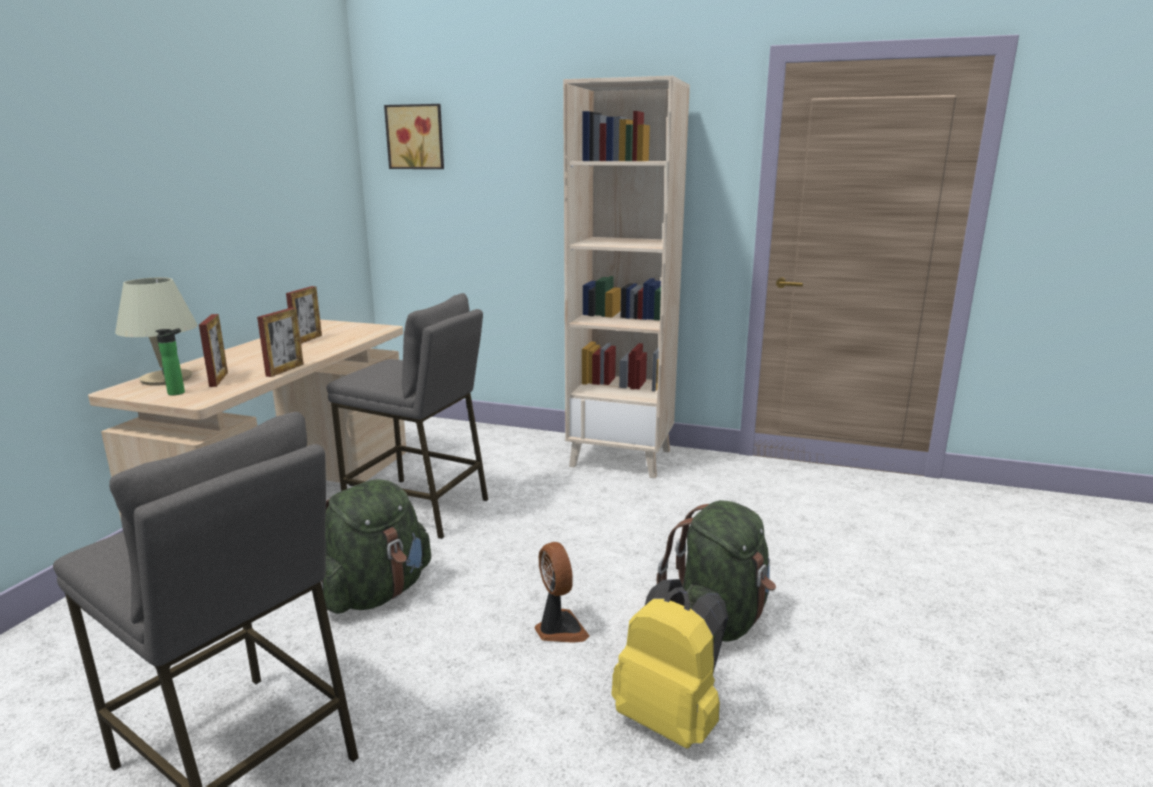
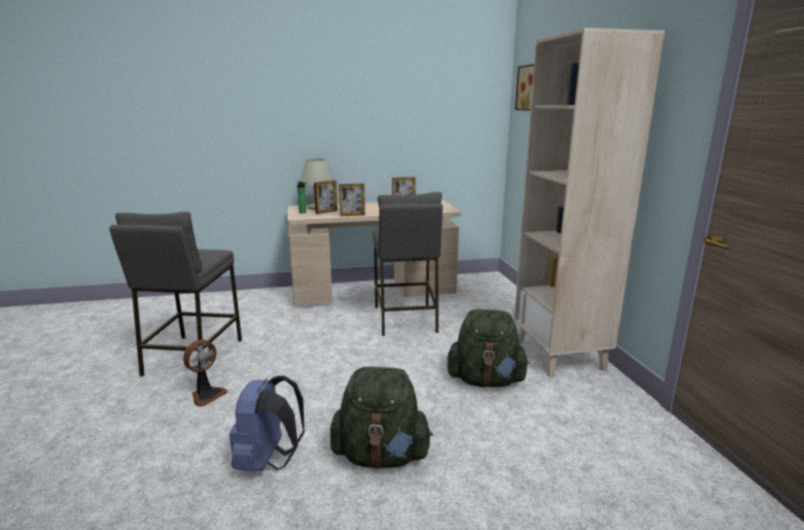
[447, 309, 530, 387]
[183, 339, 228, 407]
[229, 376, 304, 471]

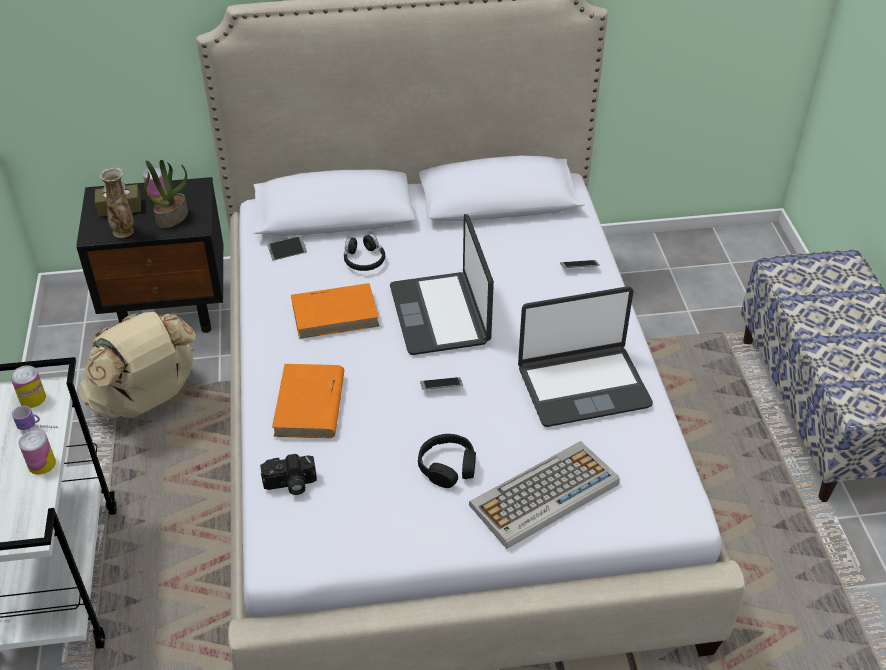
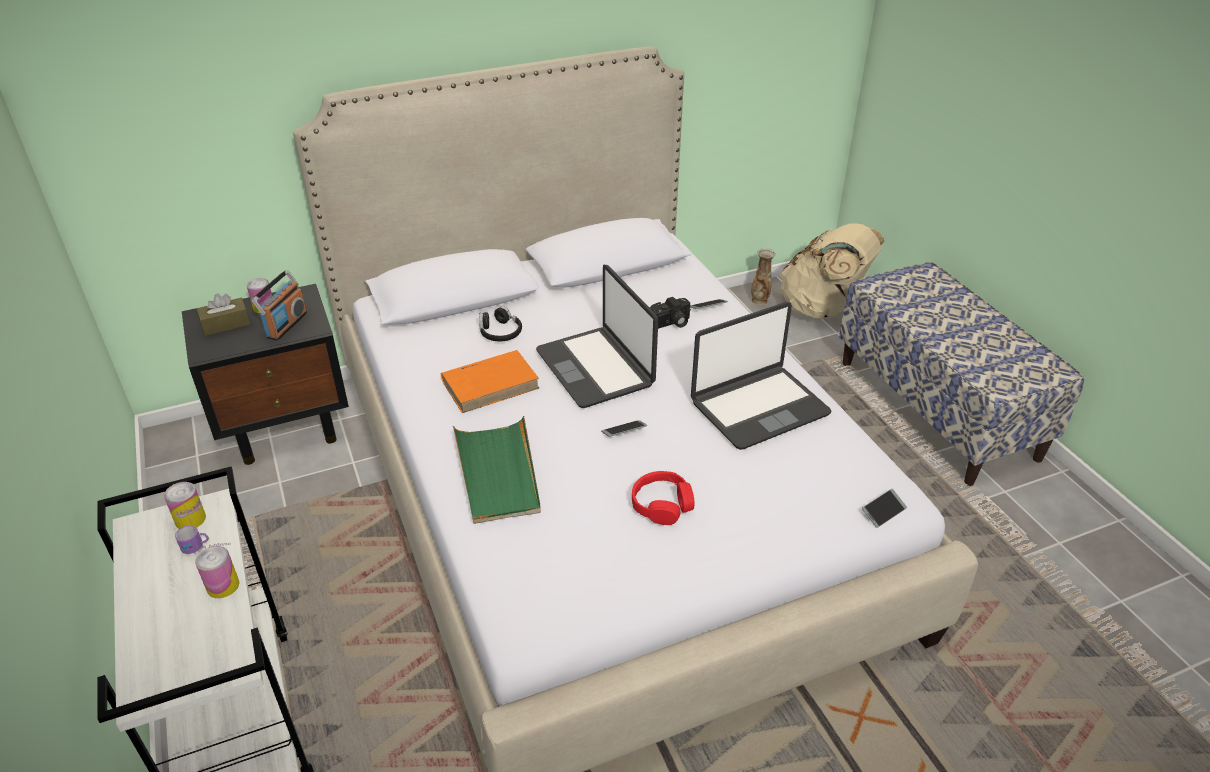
[780, 223, 884, 319]
[751, 248, 776, 305]
[251, 270, 307, 341]
[650, 297, 691, 329]
[862, 489, 907, 528]
[453, 416, 541, 524]
[632, 471, 694, 525]
[469, 441, 620, 549] (first image)

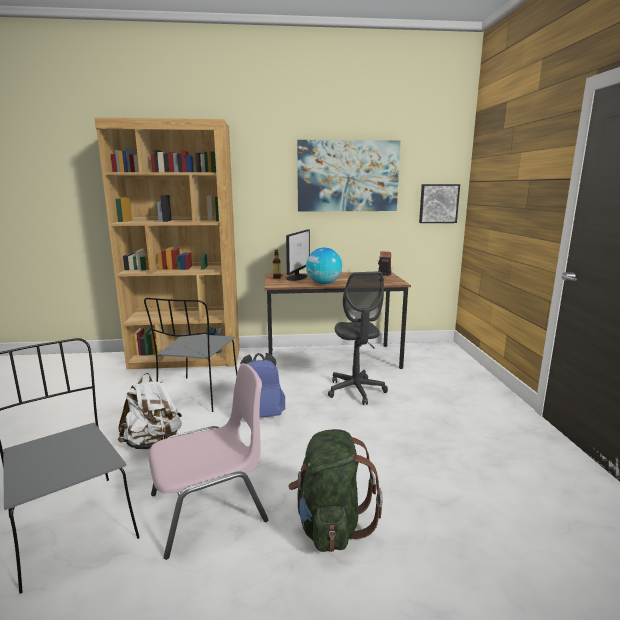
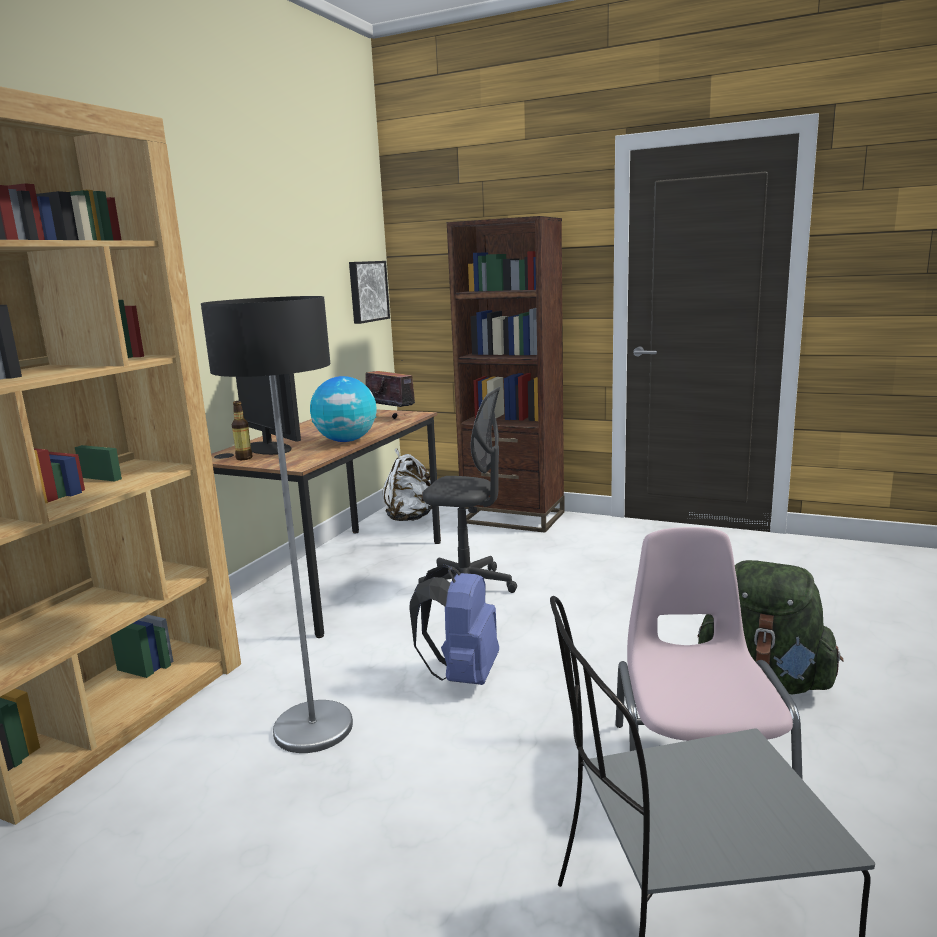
[382, 449, 432, 521]
[201, 296, 353, 753]
[297, 140, 400, 212] (first image)
[447, 216, 565, 533]

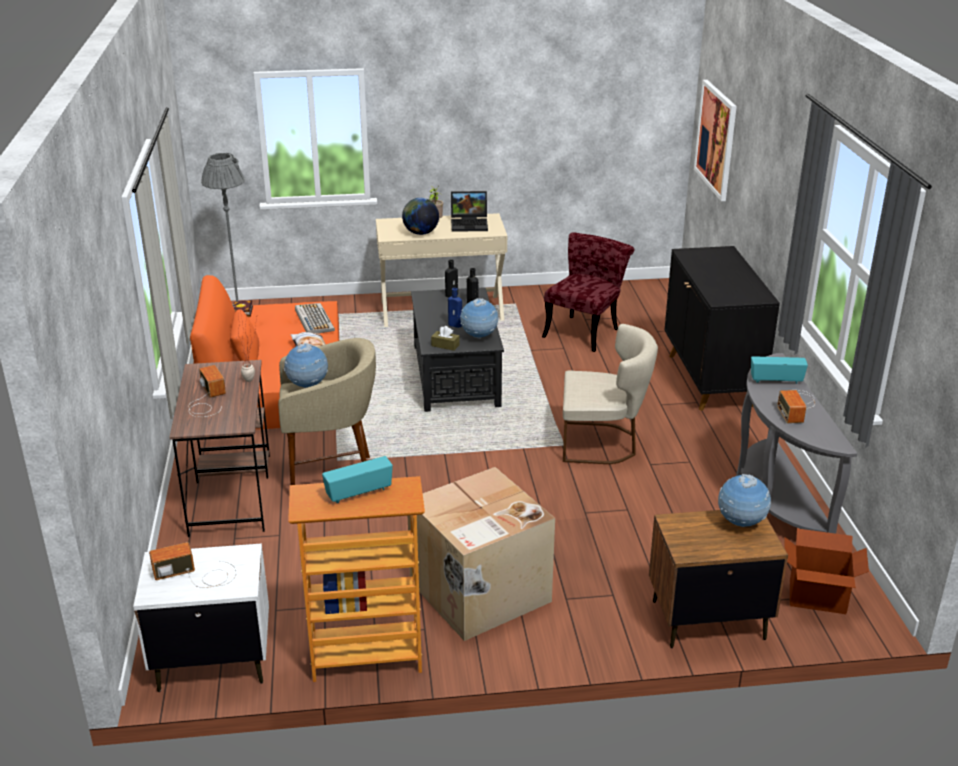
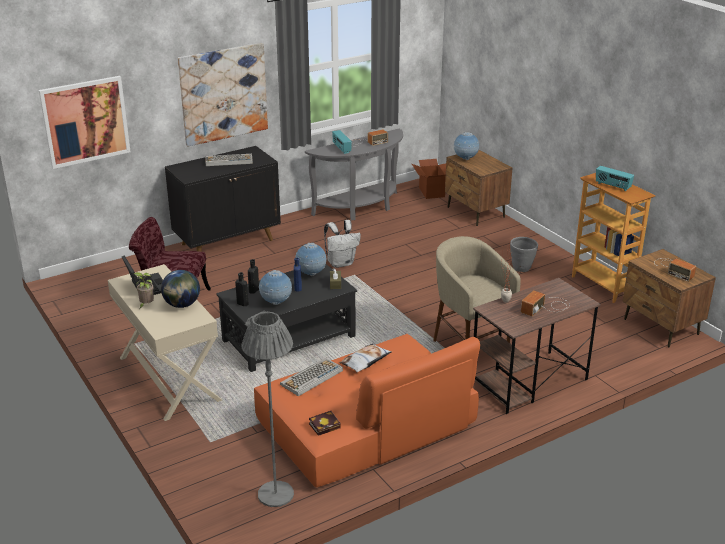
[622, 249, 716, 347]
[259, 270, 292, 305]
[510, 237, 538, 272]
[324, 220, 361, 268]
[178, 43, 268, 147]
[206, 154, 253, 166]

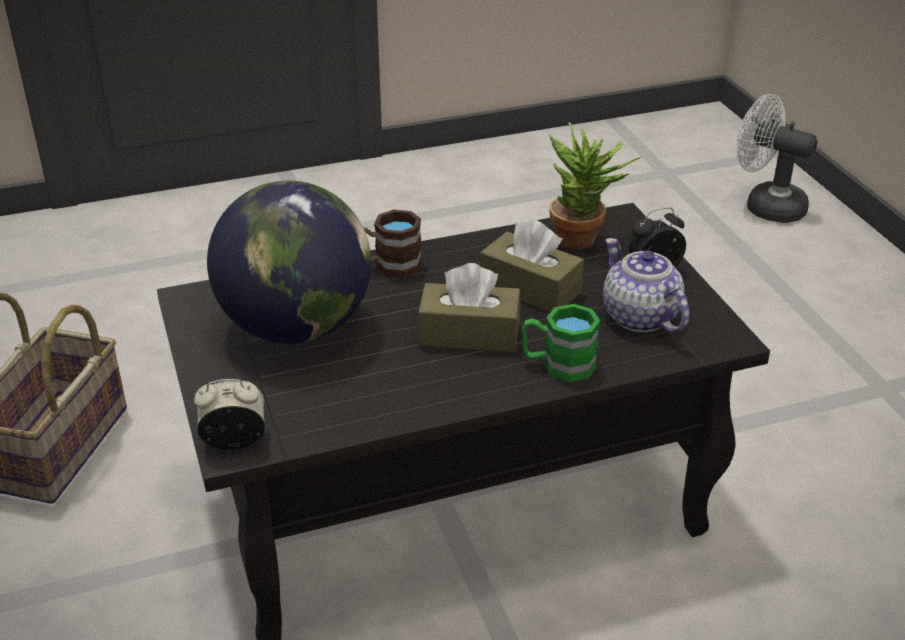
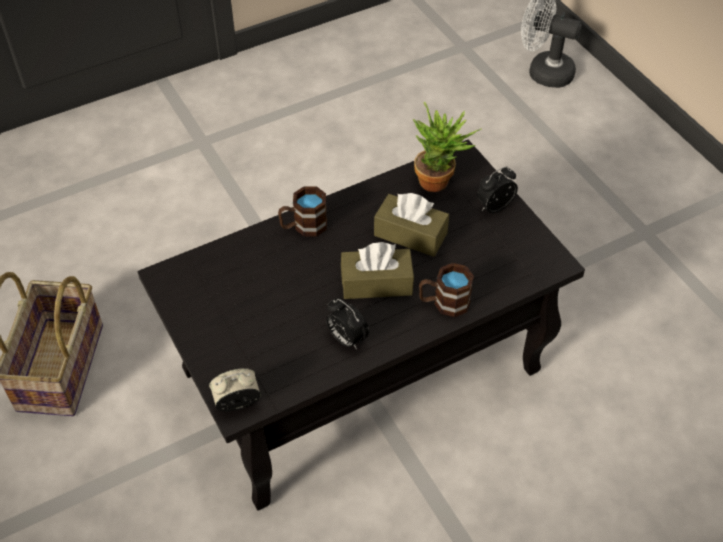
[207, 181, 371, 344] (first image)
[419, 263, 474, 317]
[603, 238, 690, 332] (first image)
[326, 298, 370, 349]

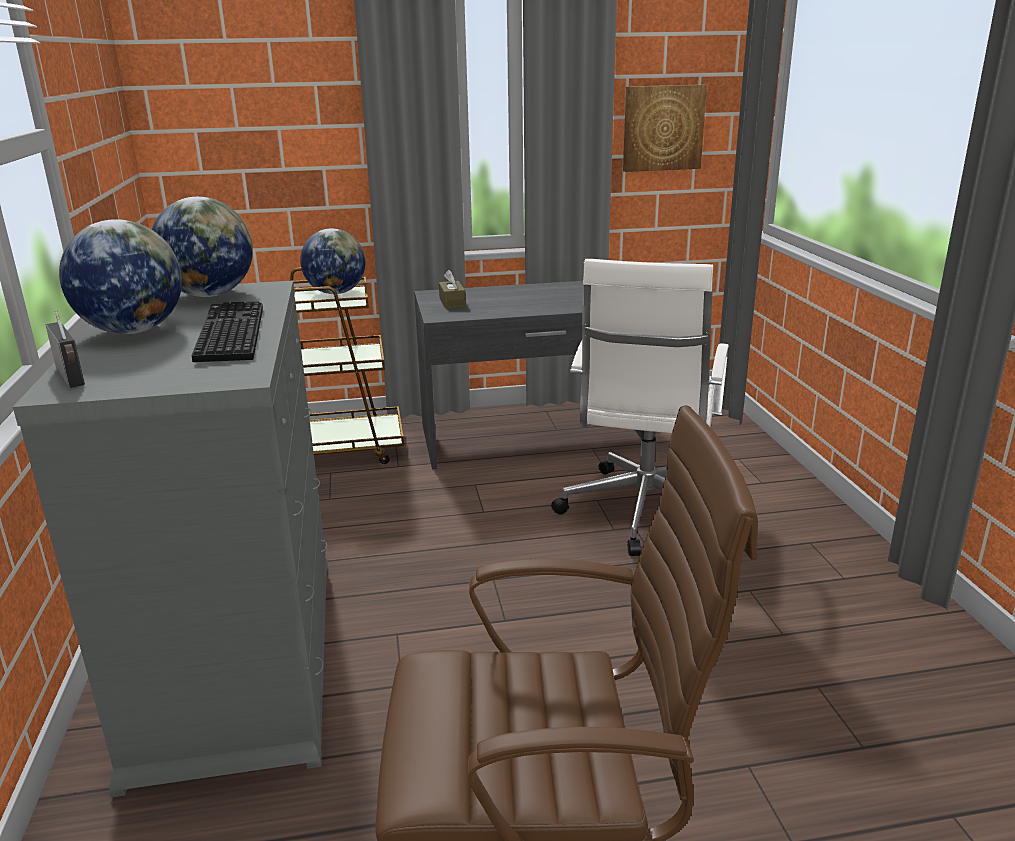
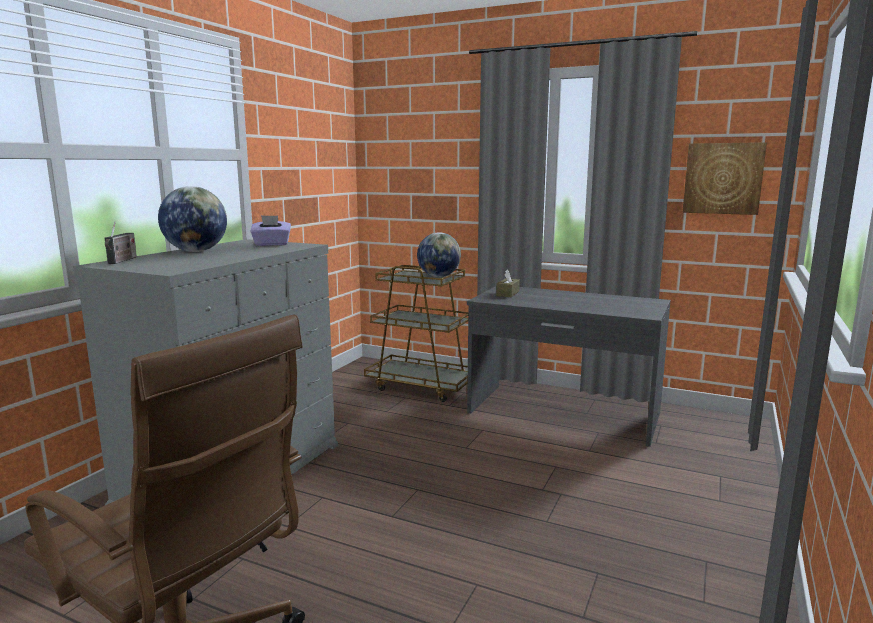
[250, 215, 291, 246]
[192, 301, 263, 362] (first image)
[551, 259, 729, 556] (first image)

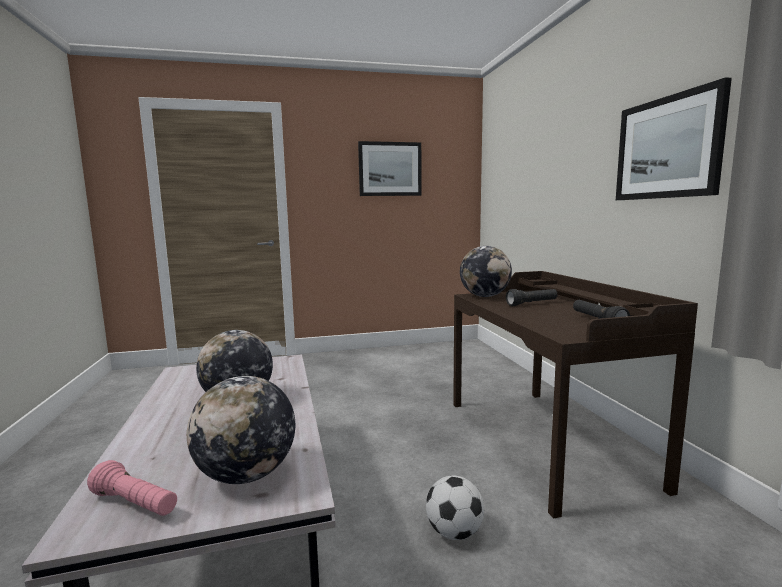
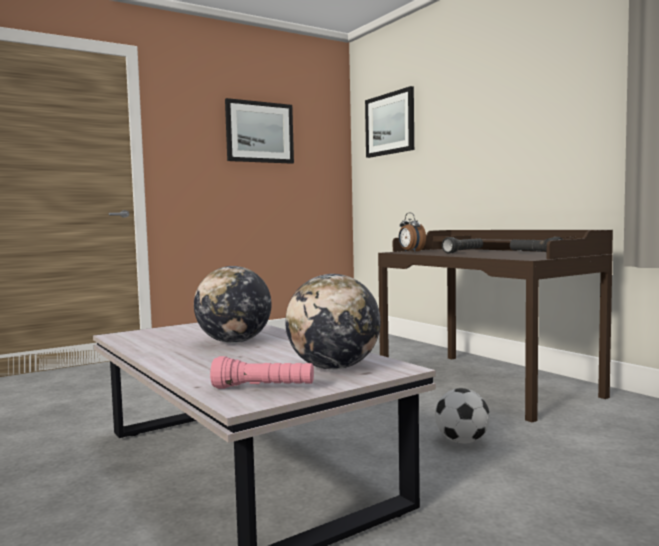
[399, 213, 426, 252]
[365, 86, 414, 158]

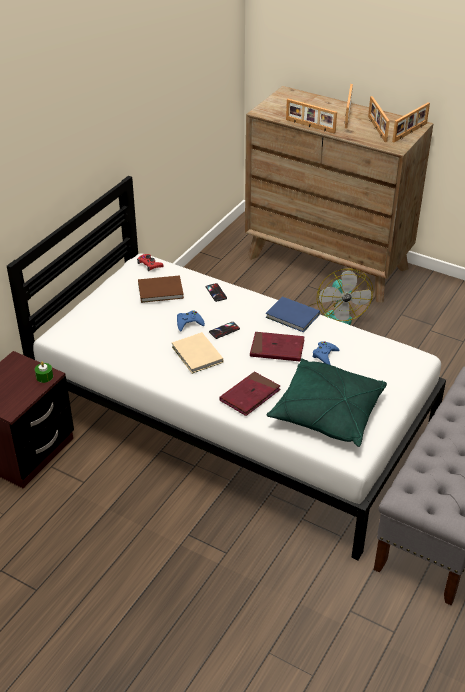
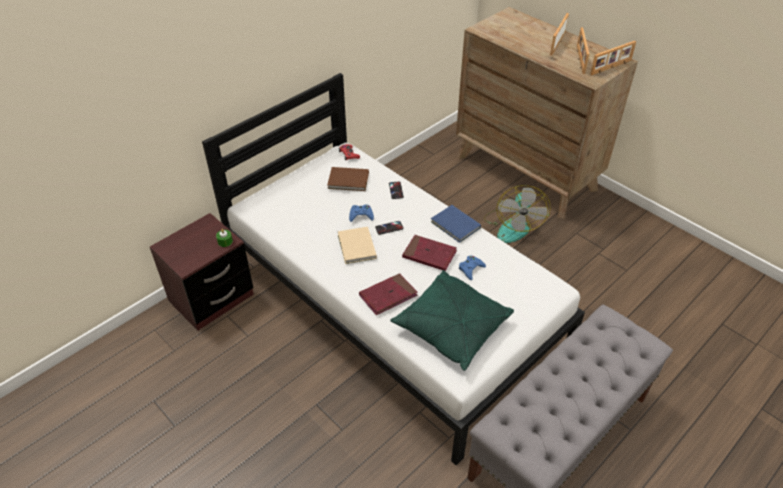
[286, 99, 337, 134] (first image)

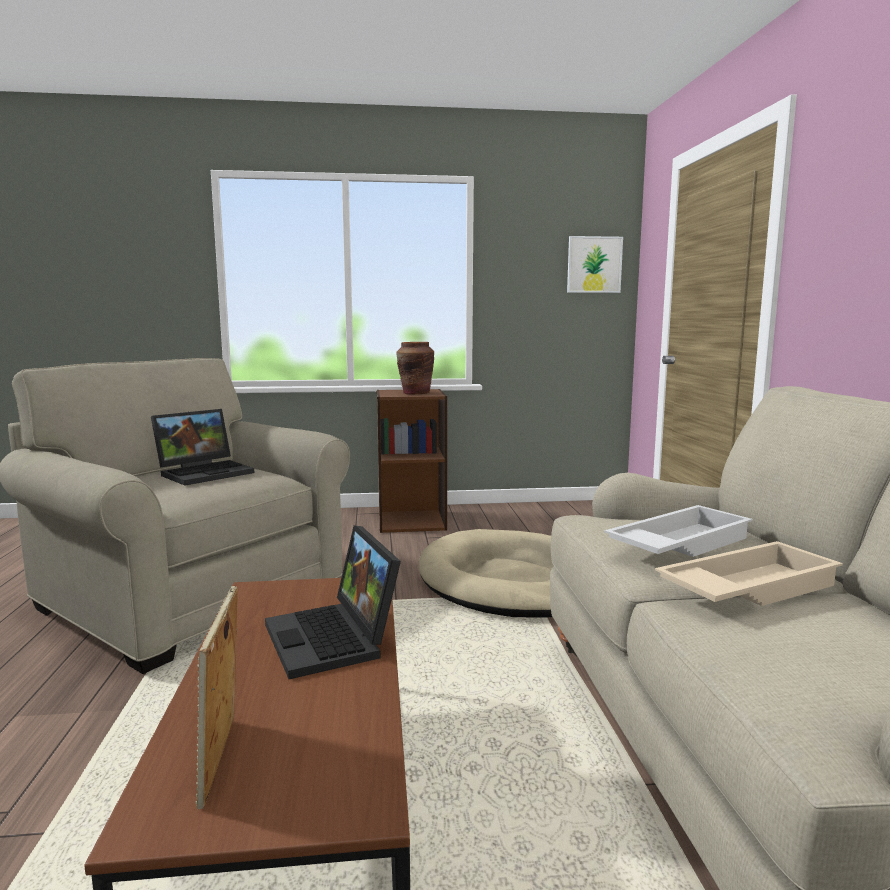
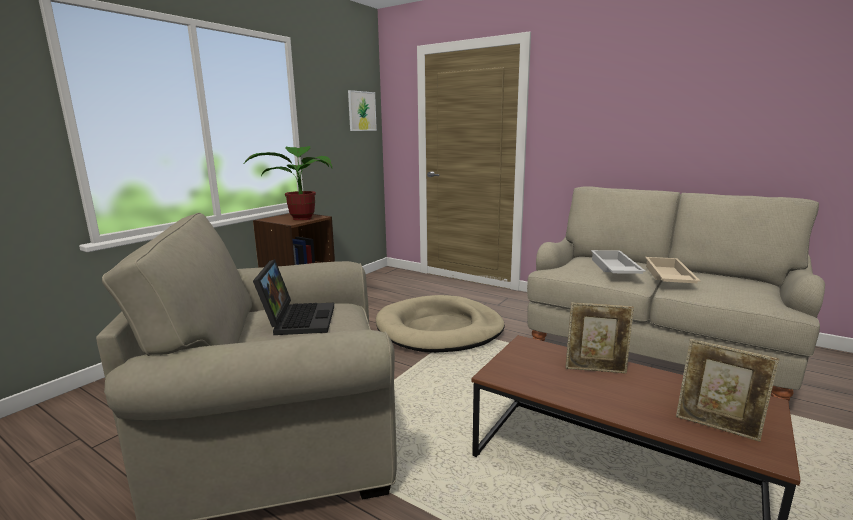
[566, 302, 634, 374]
[243, 146, 332, 221]

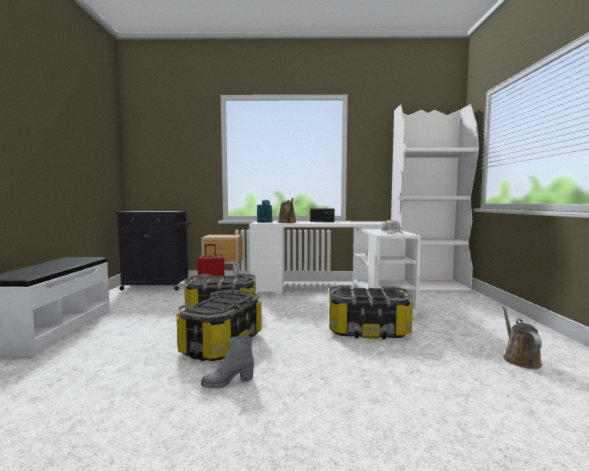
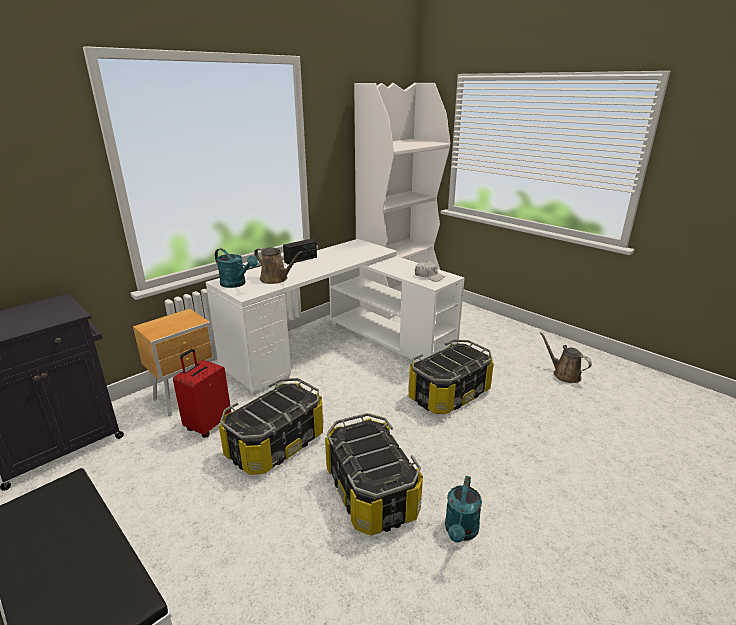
[445, 476, 482, 543]

